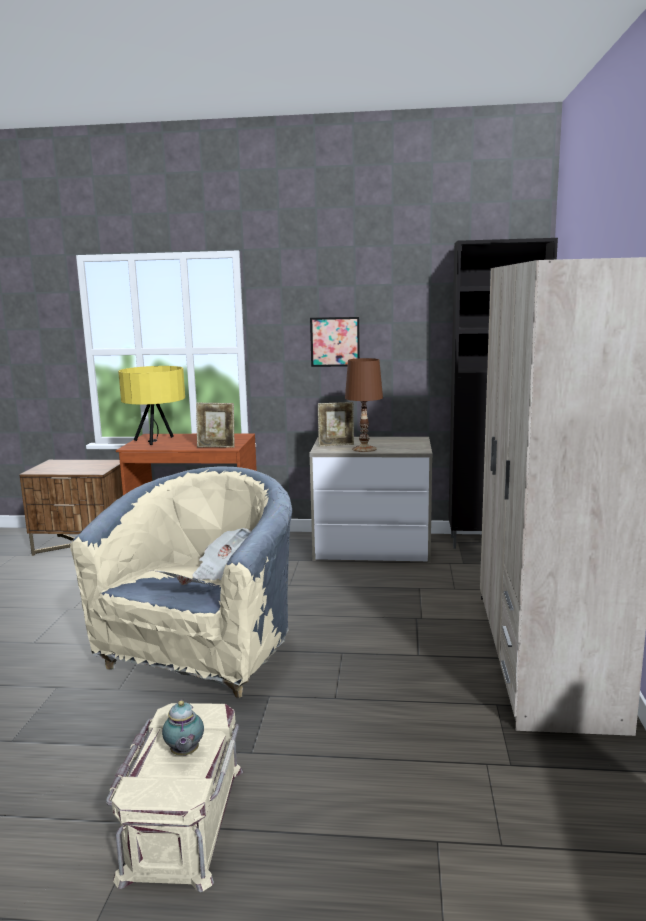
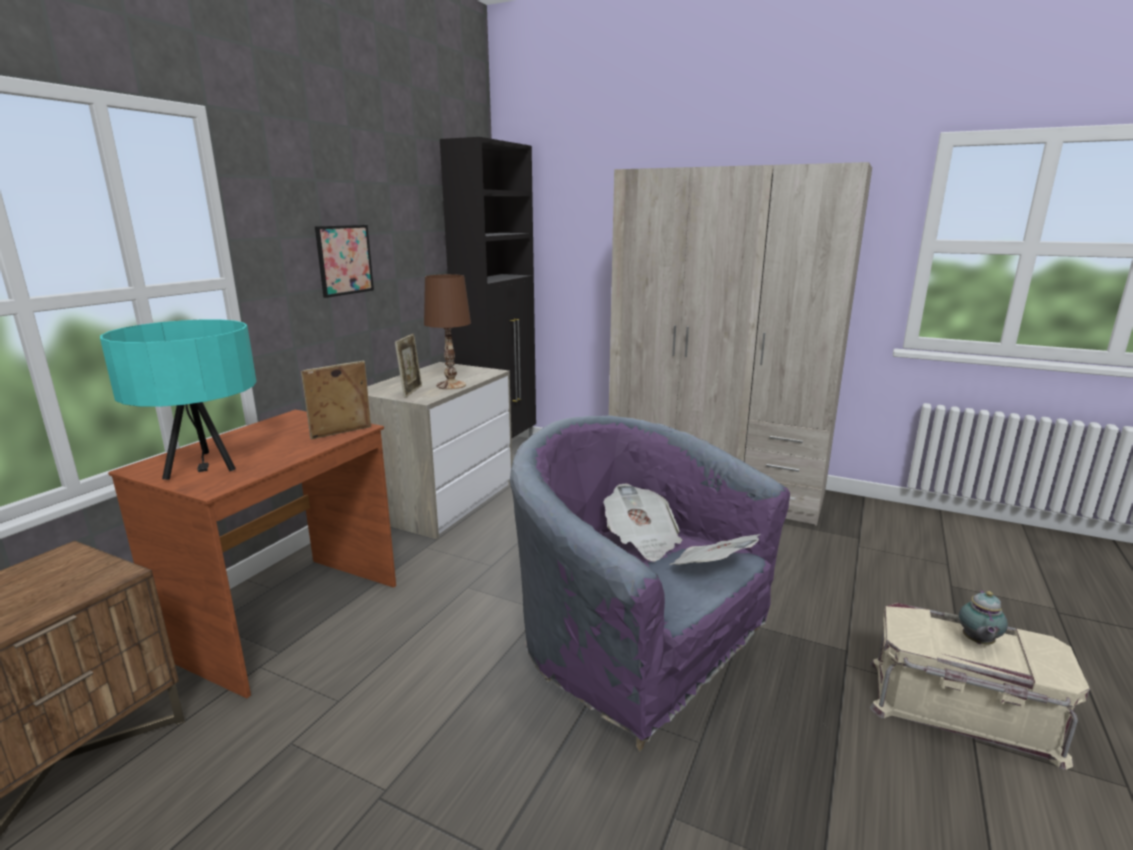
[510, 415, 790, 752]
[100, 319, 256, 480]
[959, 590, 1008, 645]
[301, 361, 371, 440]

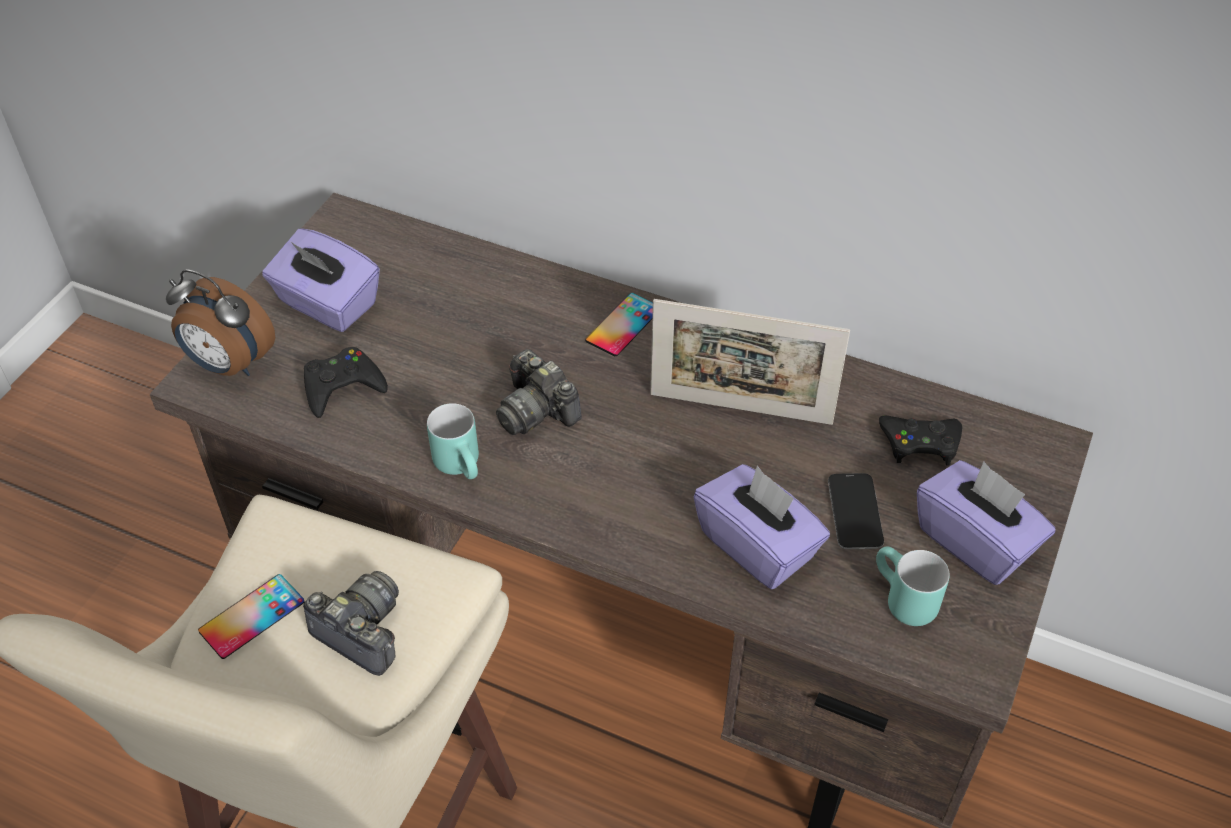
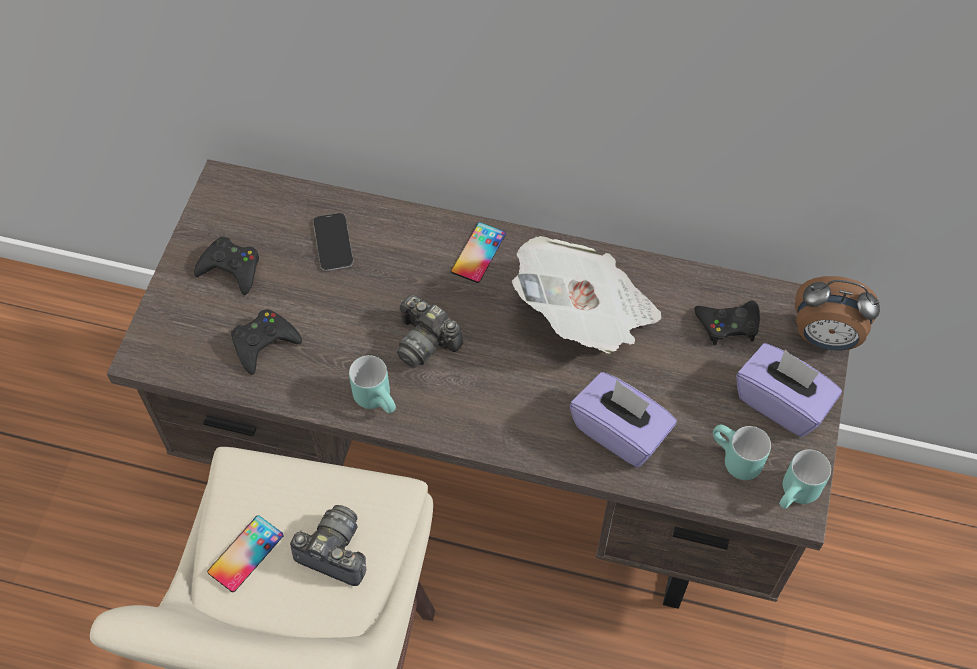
[795, 276, 880, 351]
[194, 237, 259, 295]
[512, 236, 661, 354]
[313, 213, 353, 271]
[779, 449, 831, 509]

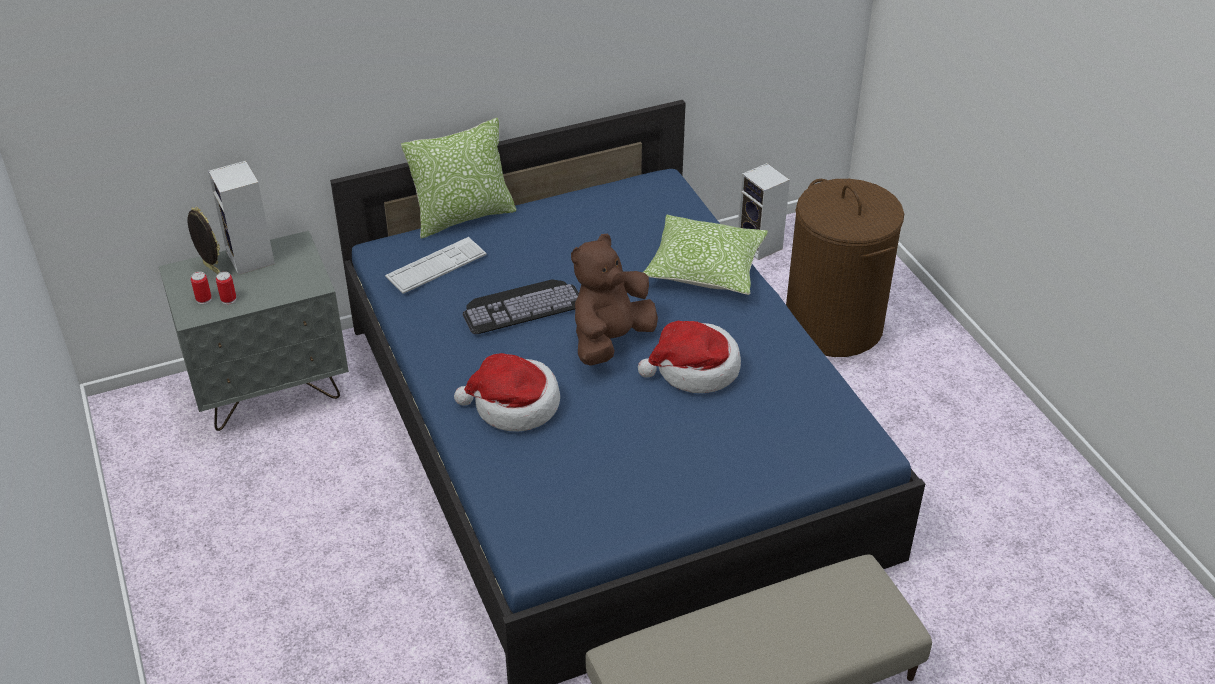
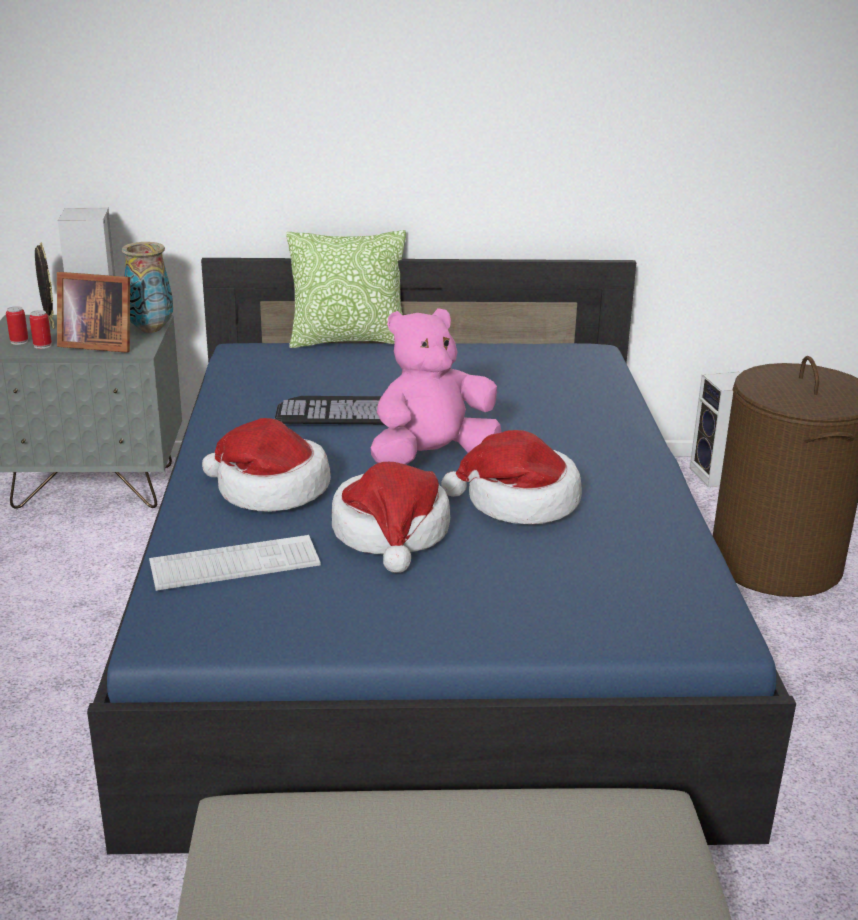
[149, 535, 321, 591]
[371, 308, 501, 465]
[643, 215, 768, 295] (first image)
[57, 272, 130, 353]
[122, 242, 173, 333]
[332, 462, 450, 573]

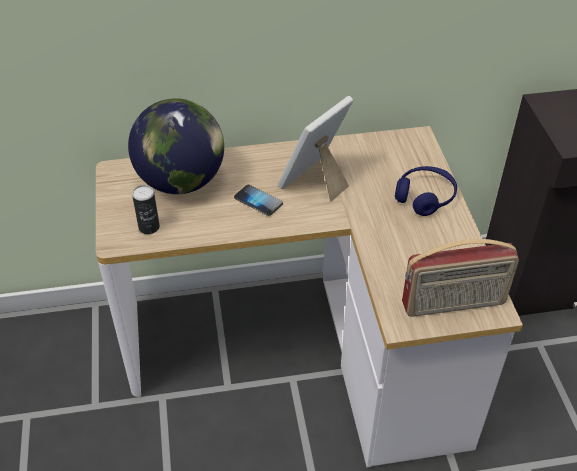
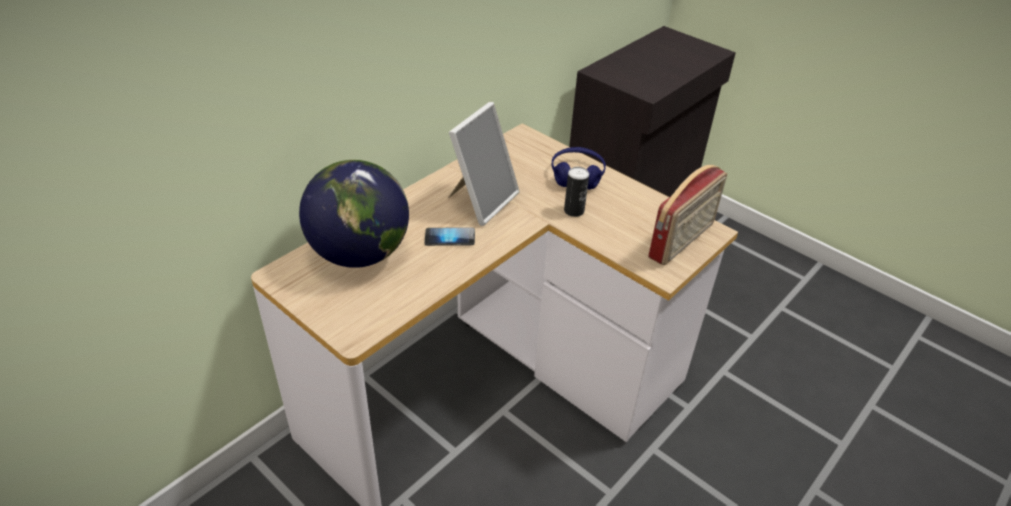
[564, 167, 589, 217]
[448, 102, 520, 226]

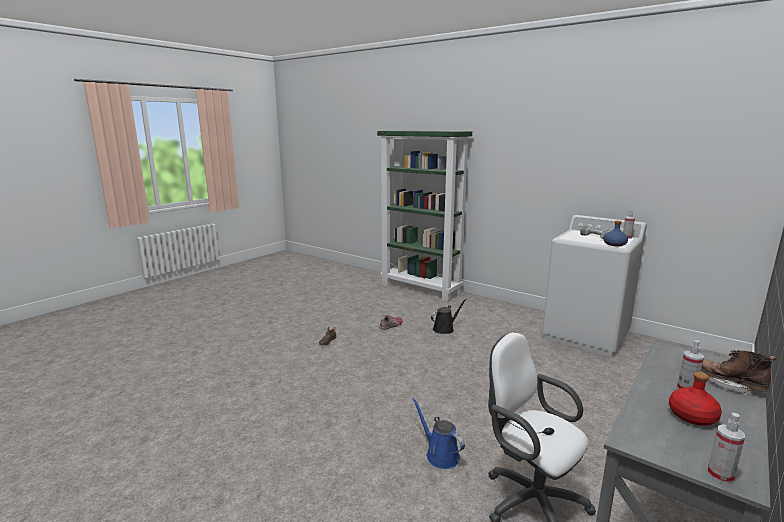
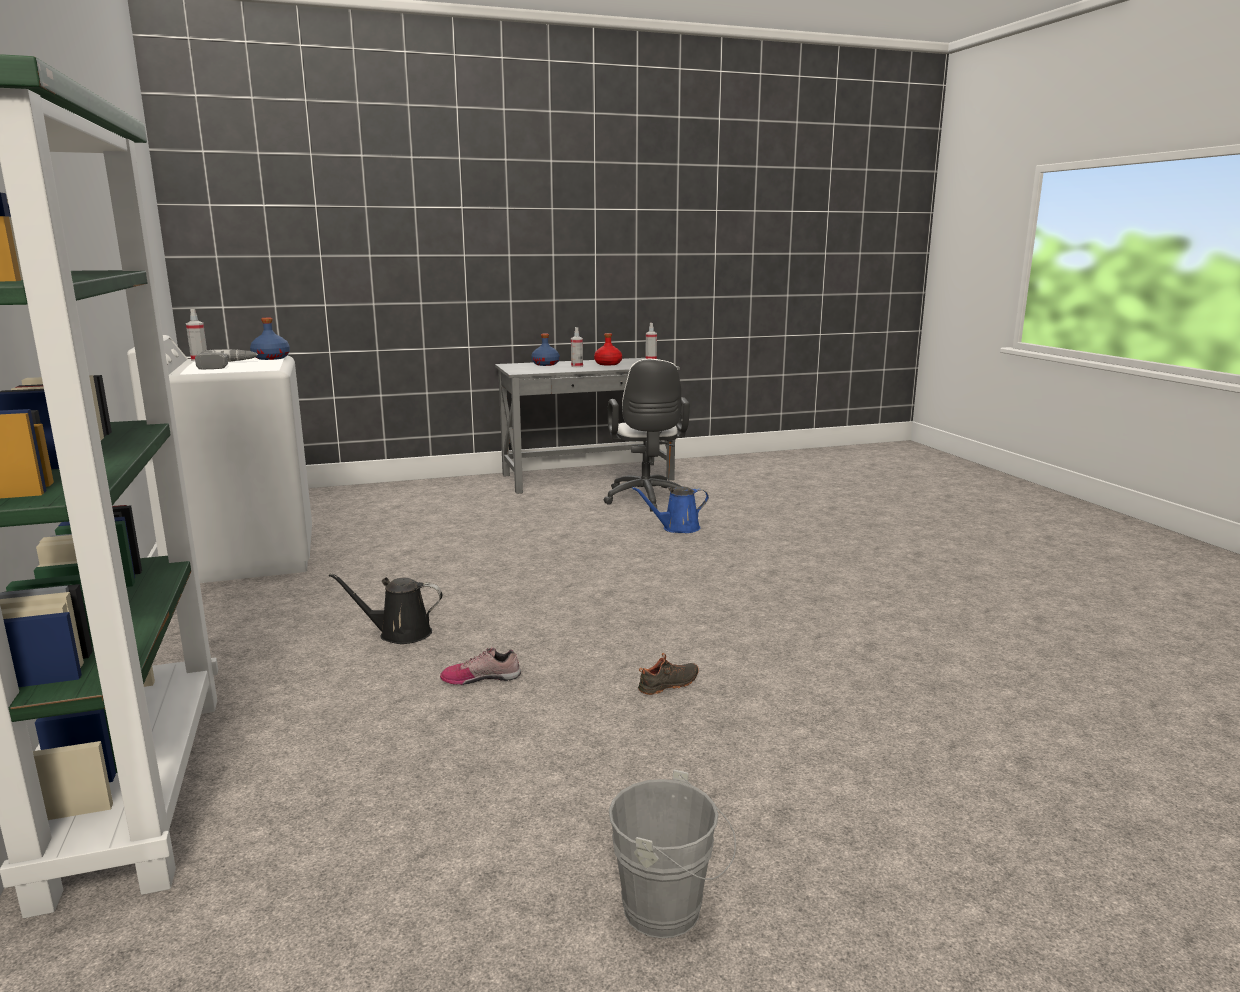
[632, 486, 709, 533]
[531, 334, 560, 366]
[609, 770, 736, 938]

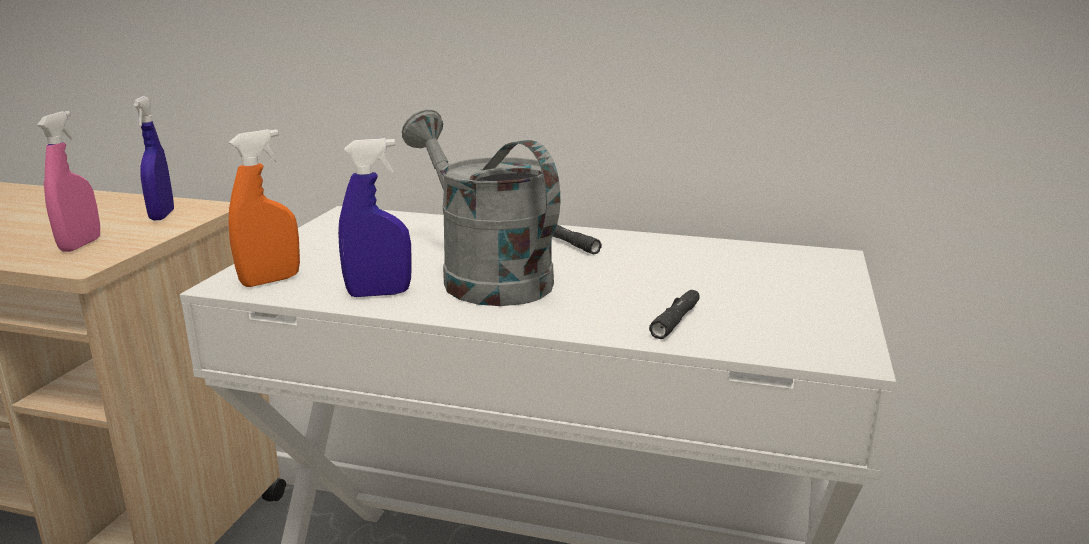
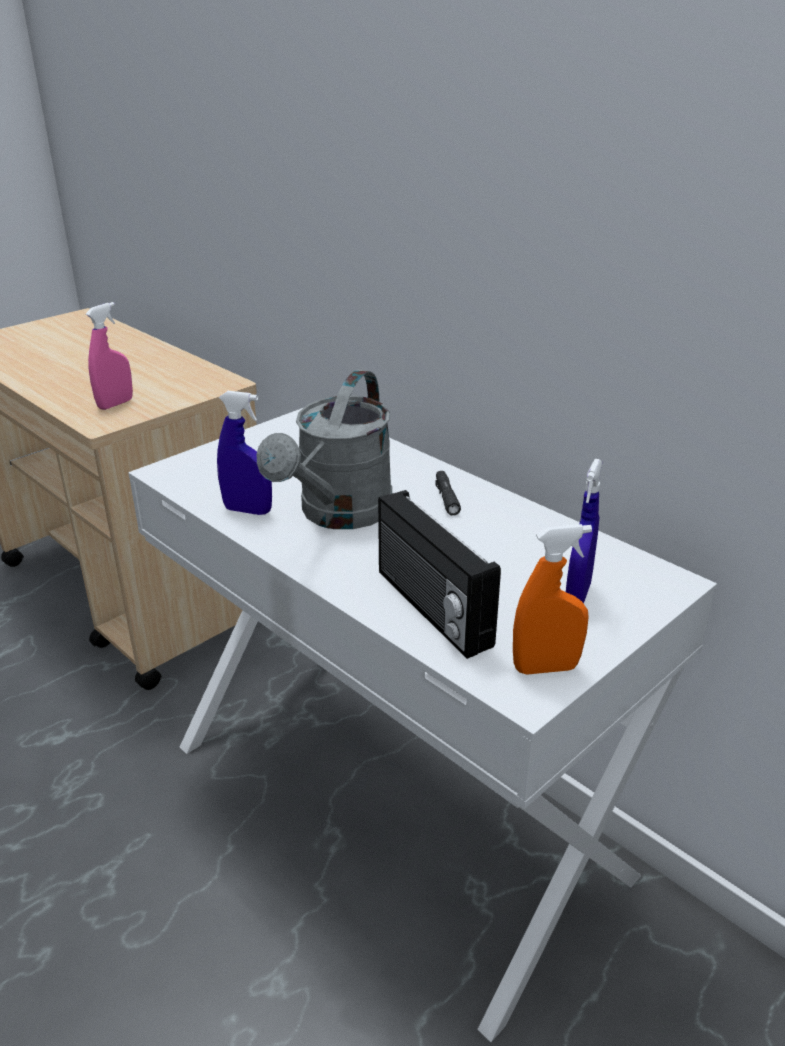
[566, 459, 602, 604]
[513, 524, 592, 675]
[257, 370, 392, 529]
[378, 490, 501, 659]

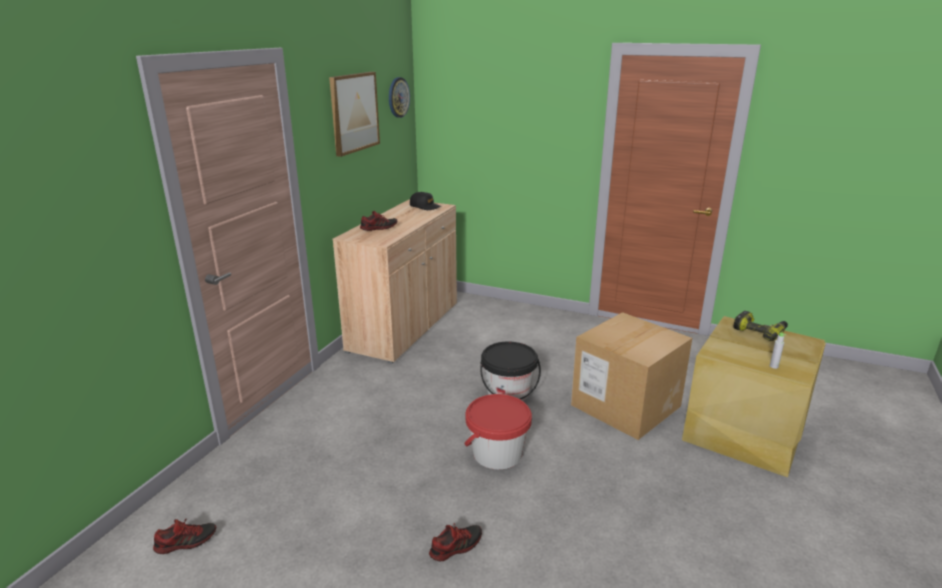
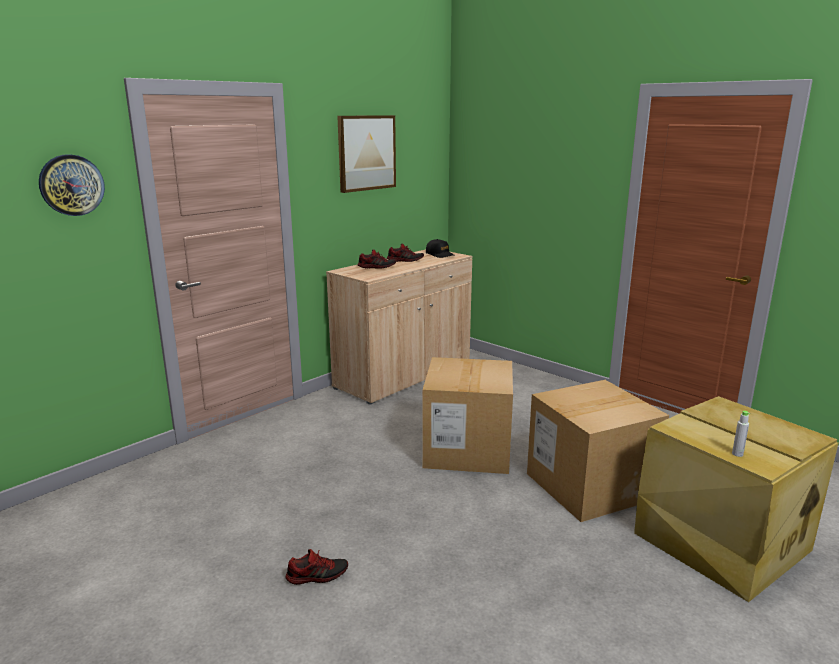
[387, 243, 424, 262]
[39, 154, 105, 216]
[464, 394, 532, 470] (first image)
[422, 357, 513, 474]
[733, 311, 788, 341] (first image)

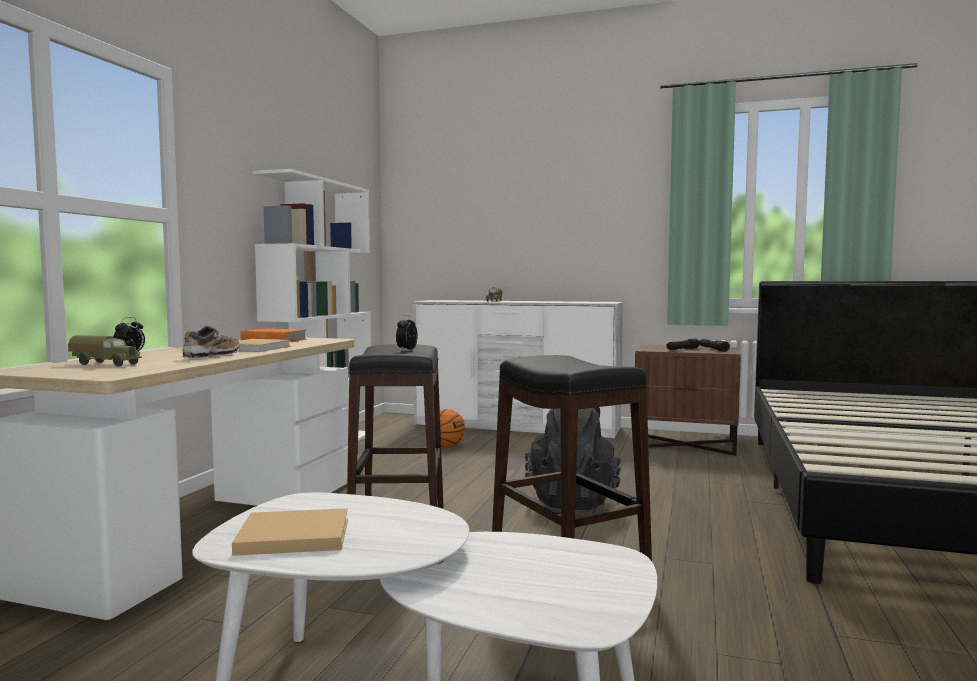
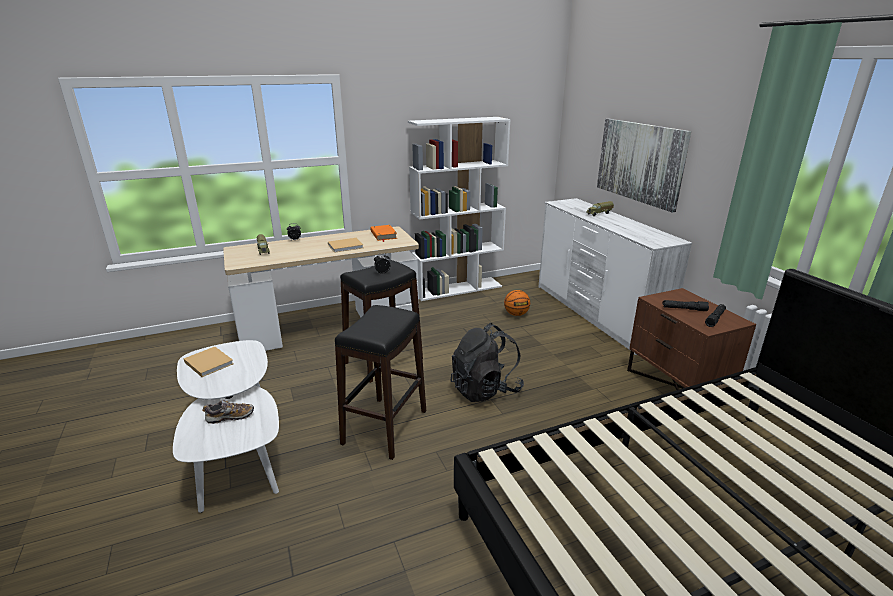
[202, 400, 254, 424]
[597, 119, 691, 213]

